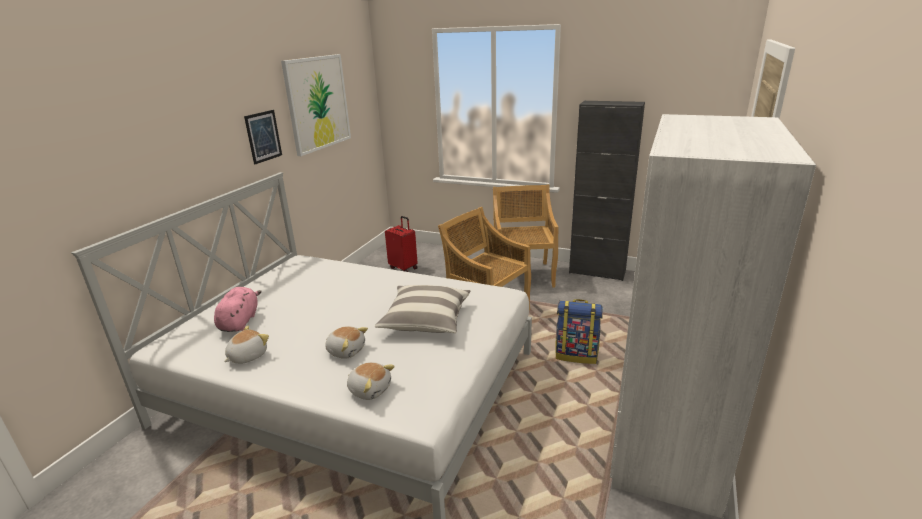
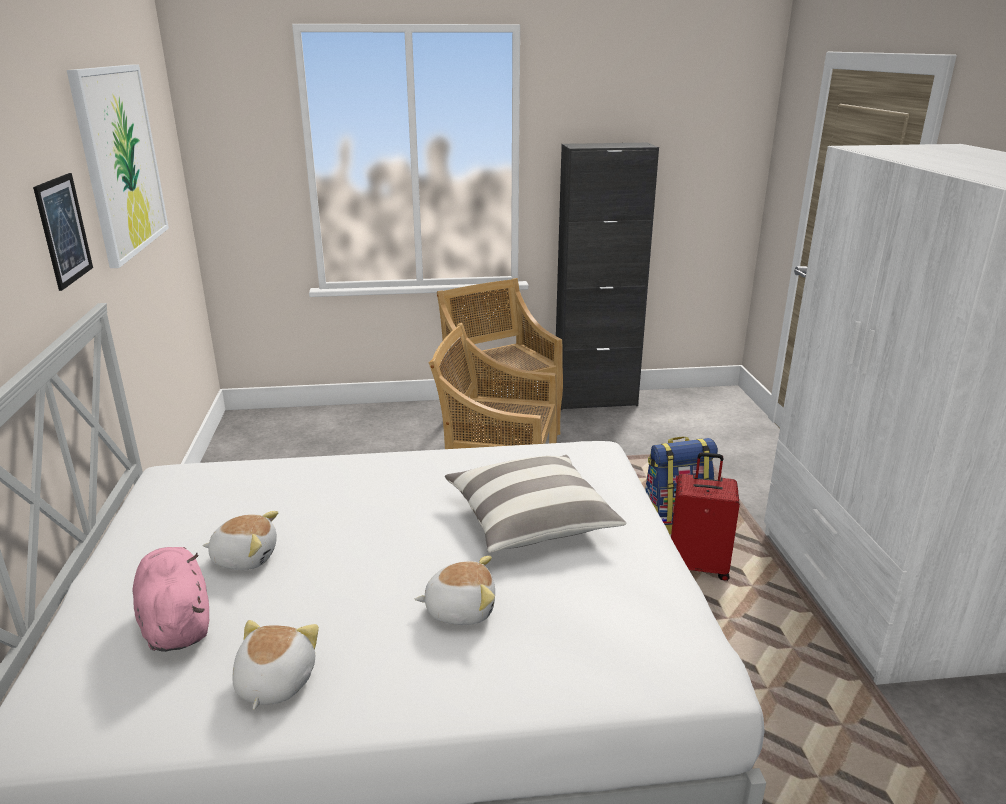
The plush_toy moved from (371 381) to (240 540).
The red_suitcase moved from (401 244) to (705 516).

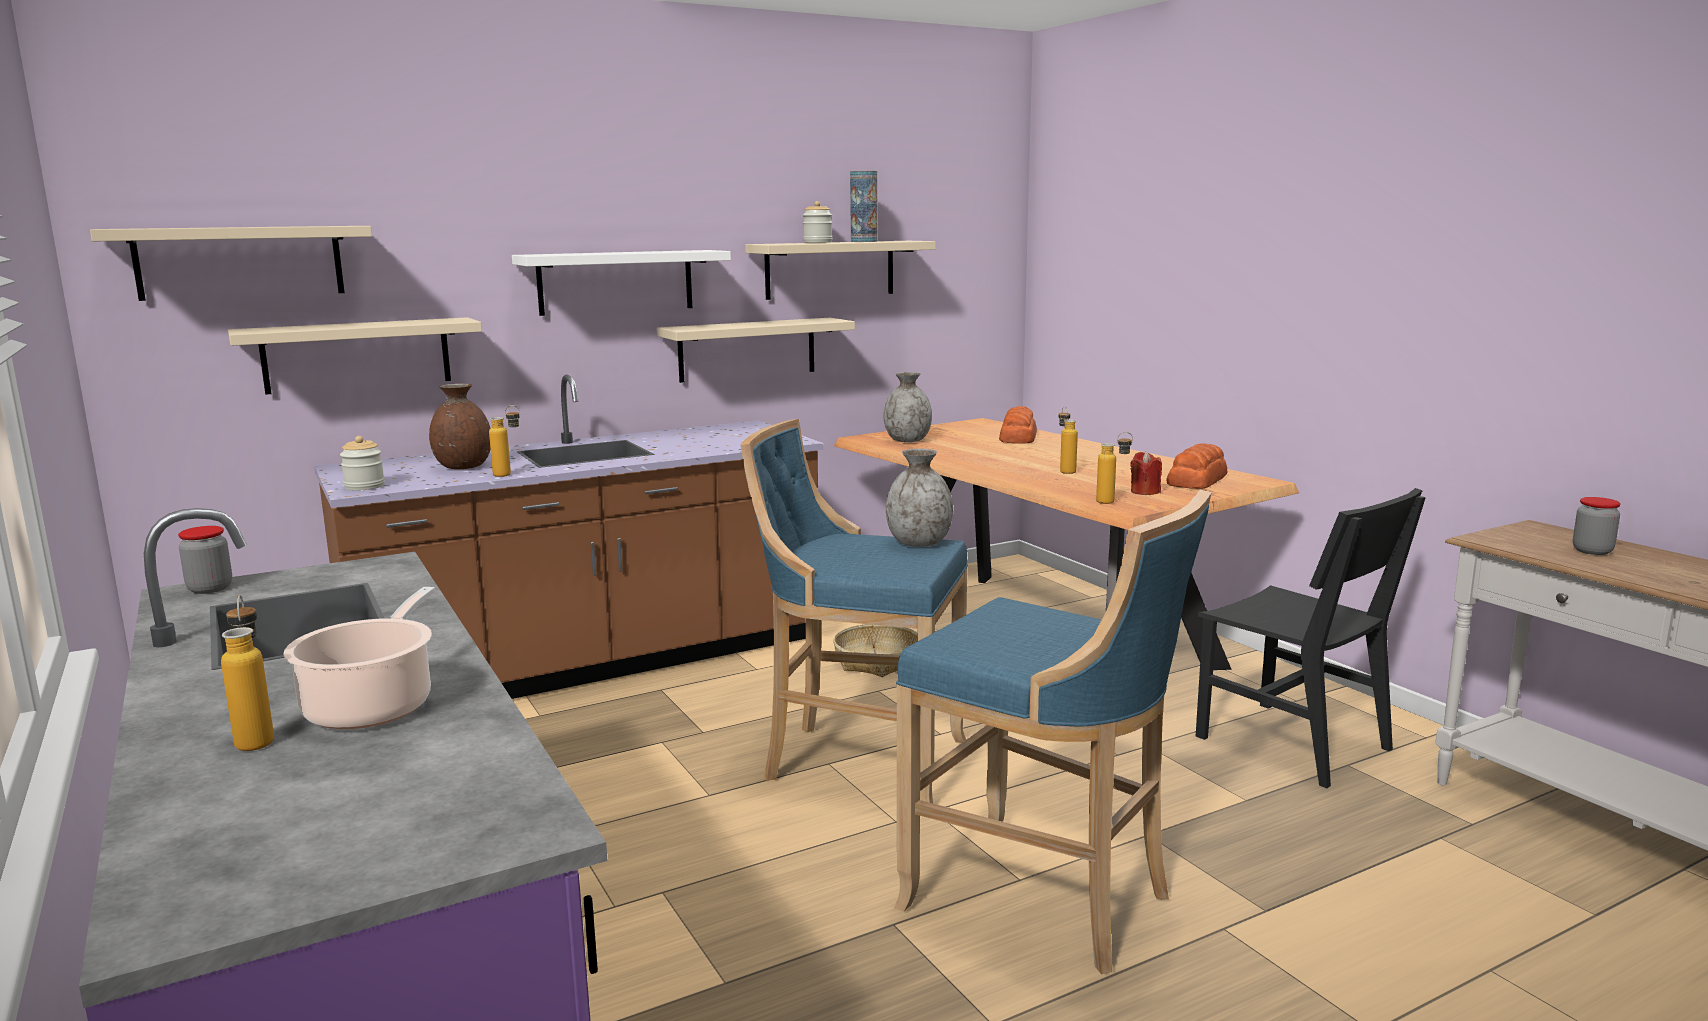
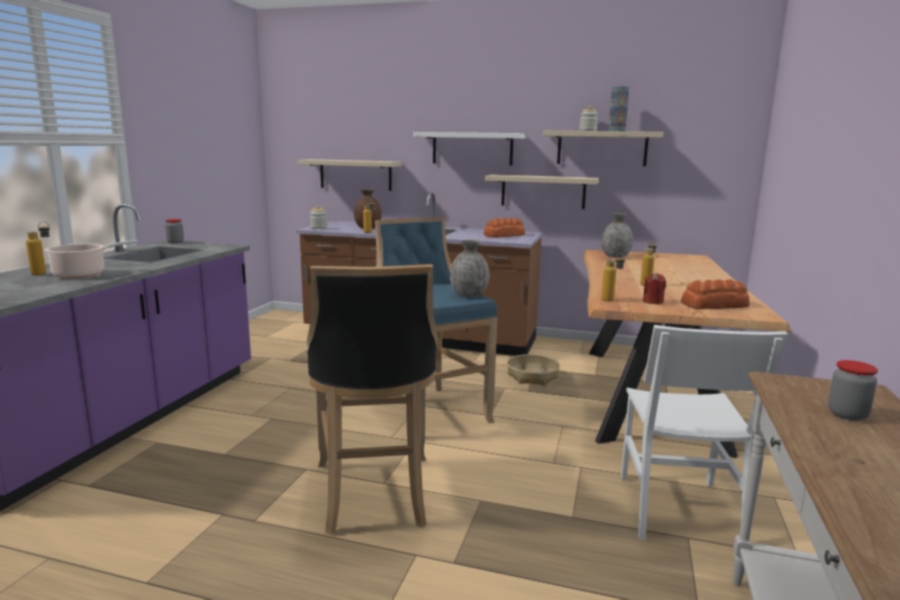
The blue_stool at (1053 732) became the black_stool at (372 399).
The bread moved from (1018 425) to (504 228).
The black_chair at (1311 638) became the white_chair at (704 432).
The beige_shelf at (231 263) disappeared.

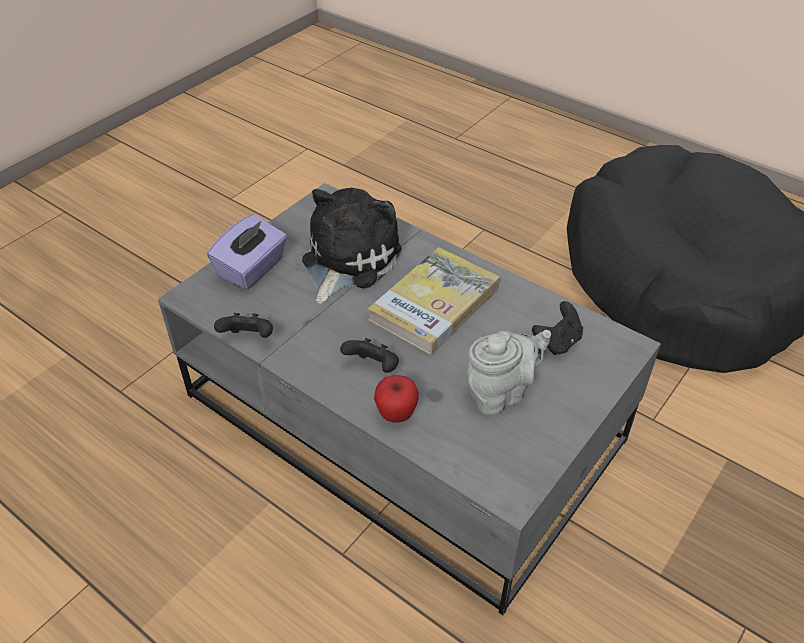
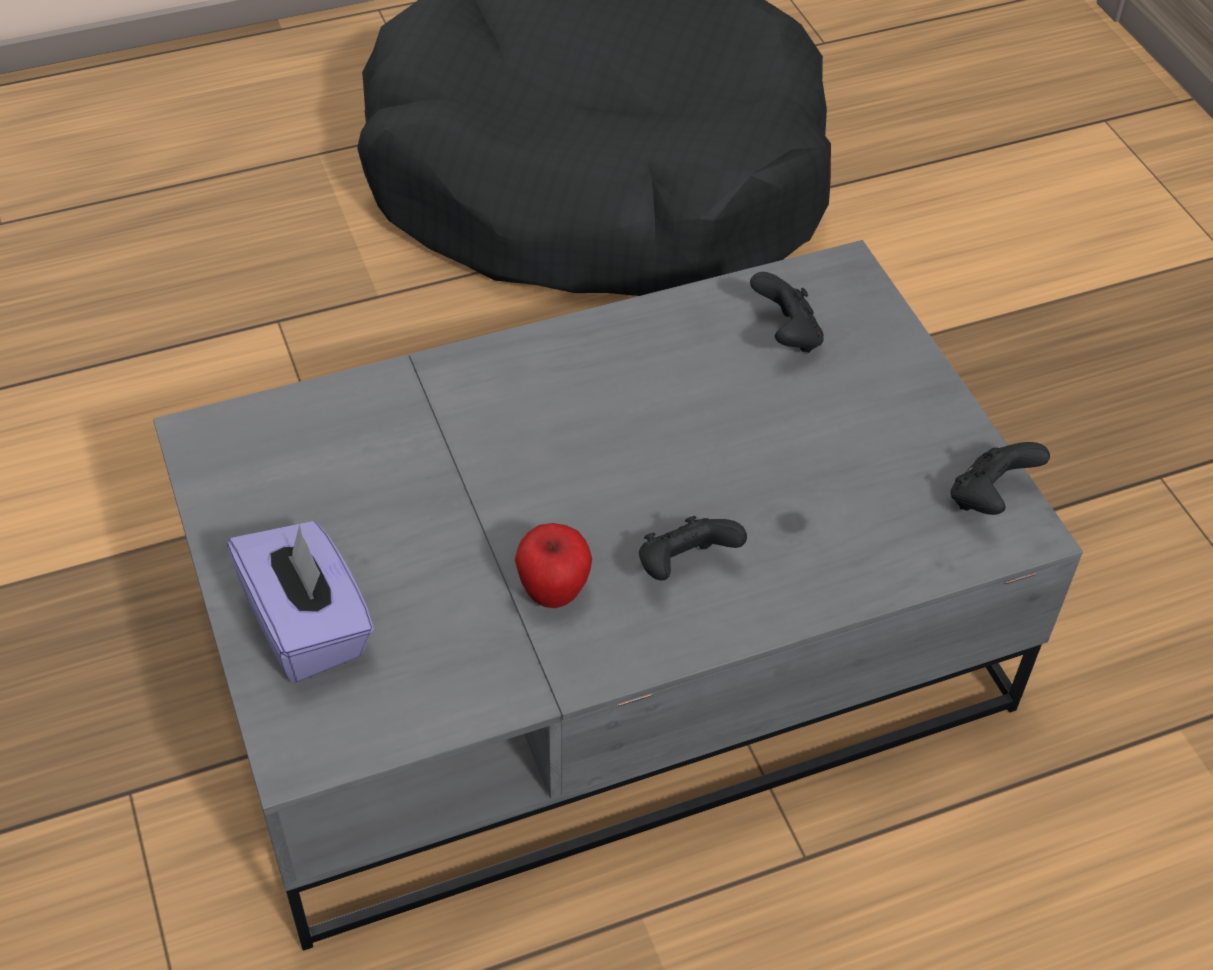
The apple moved from (396 399) to (553 565).
The black_game_controller moved from (243 325) to (1000 478).
The plush_toy at (352 246) disappeared.
The book at (434 301) disappeared.
The grey_teapot at (508 372) disappeared.

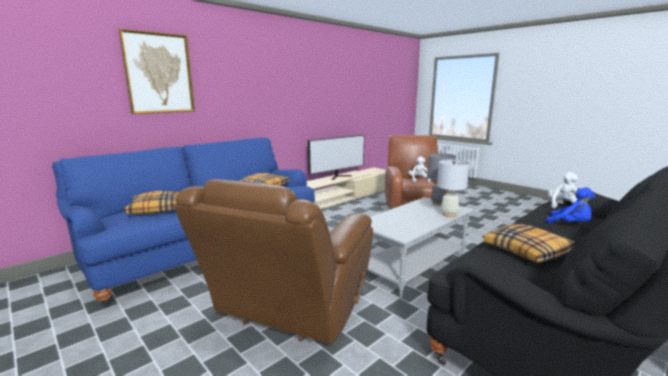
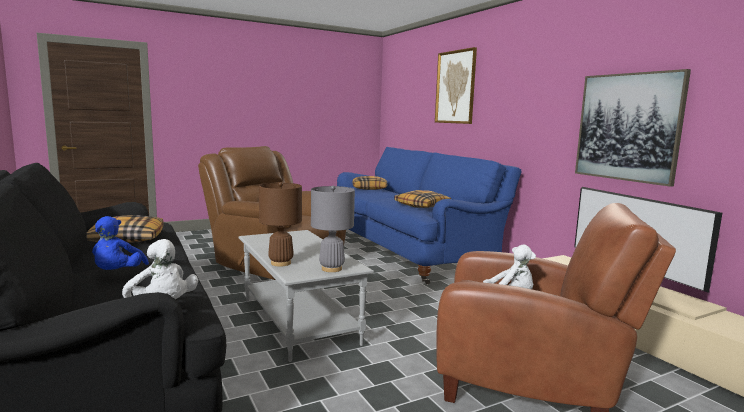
The blue_plush_toy at (571 205) turned 60 degrees counterclockwise.
The white_table_lamp at (453 188) became the brown_table_lamp at (280 224).
The picture at (633 128) appeared.

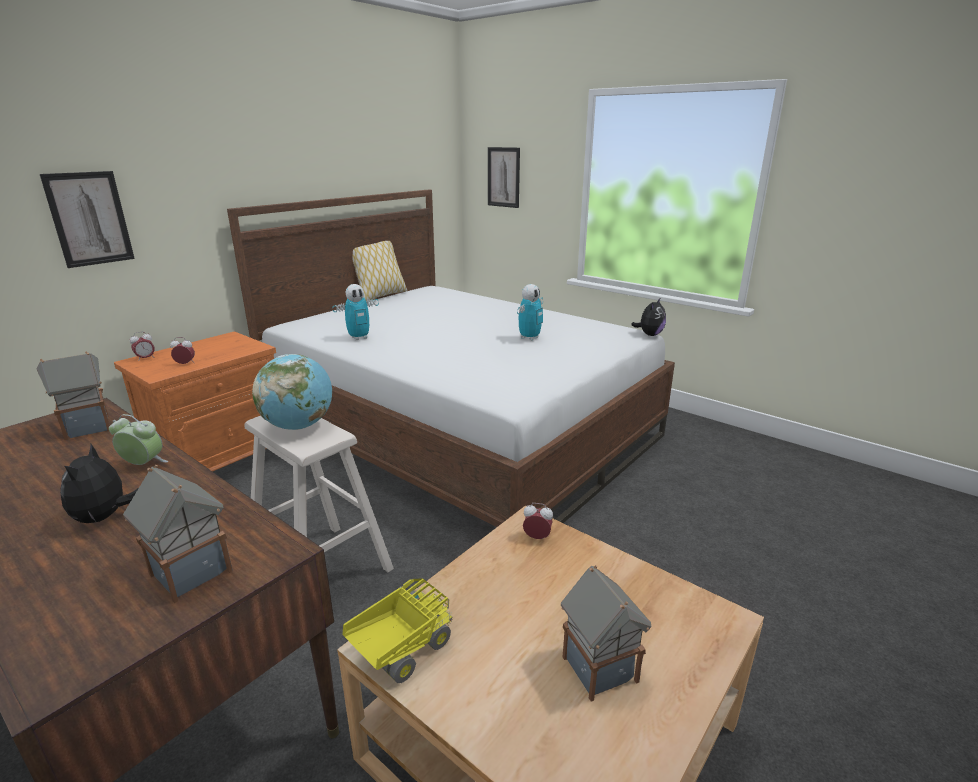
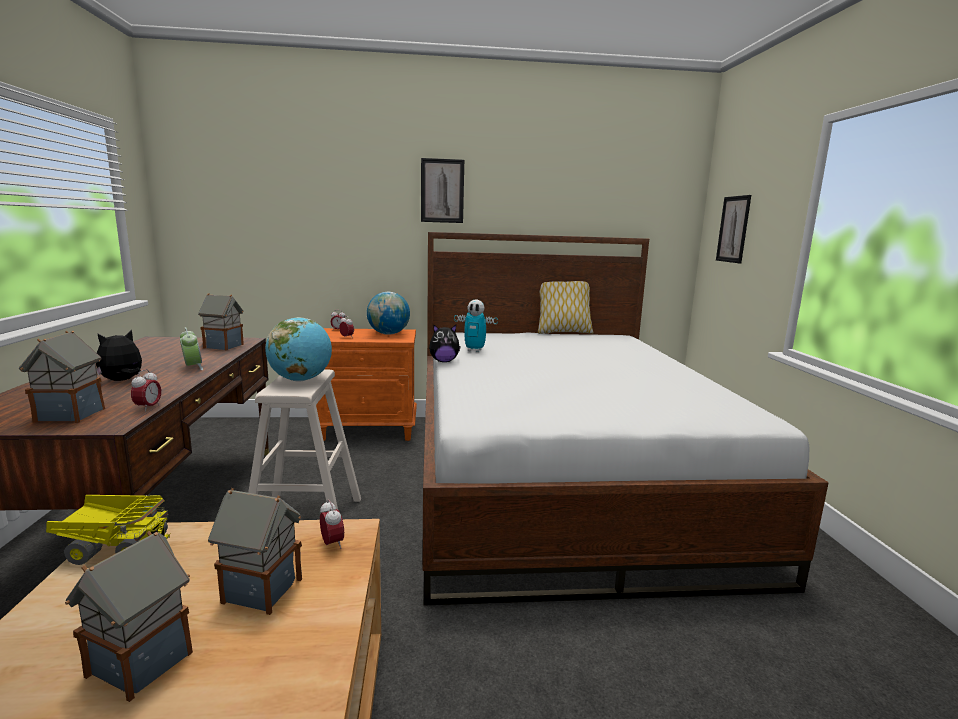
The alarm_clock at (146 390) appeared.
The toy_house at (255 551) appeared.
The globe at (388 313) appeared.
The picture moved from (87 219) to (442 190).
The plush_toy moved from (648 317) to (445 343).
The toy_robot at (530 312) disappeared.

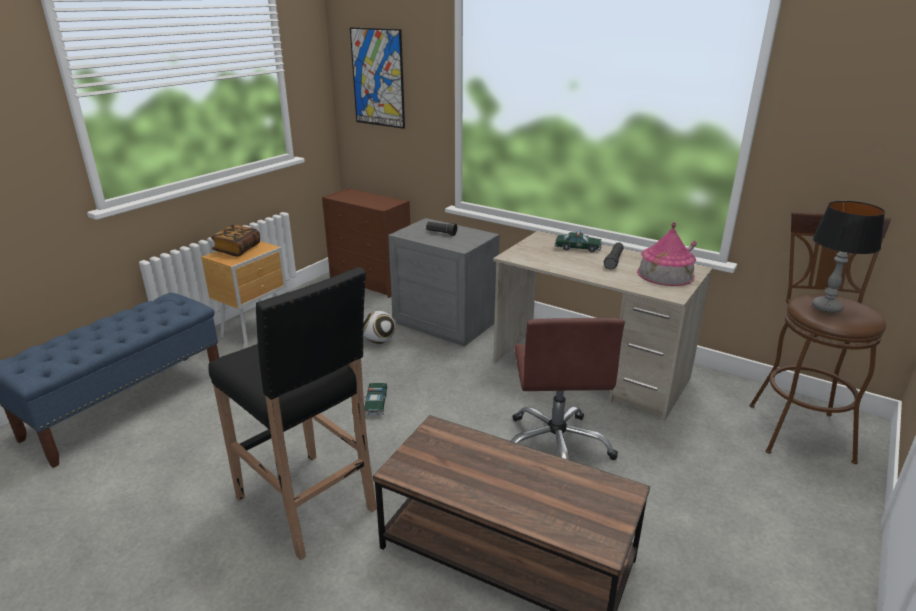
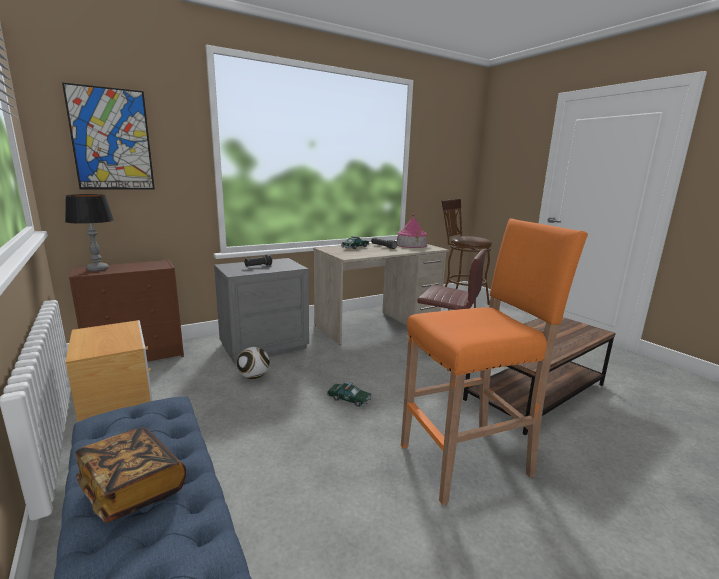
The table_lamp moved from (848 257) to (89 232).
The book moved from (235 240) to (130 475).
The black_stool at (292 413) became the orange_stool at (494 362).

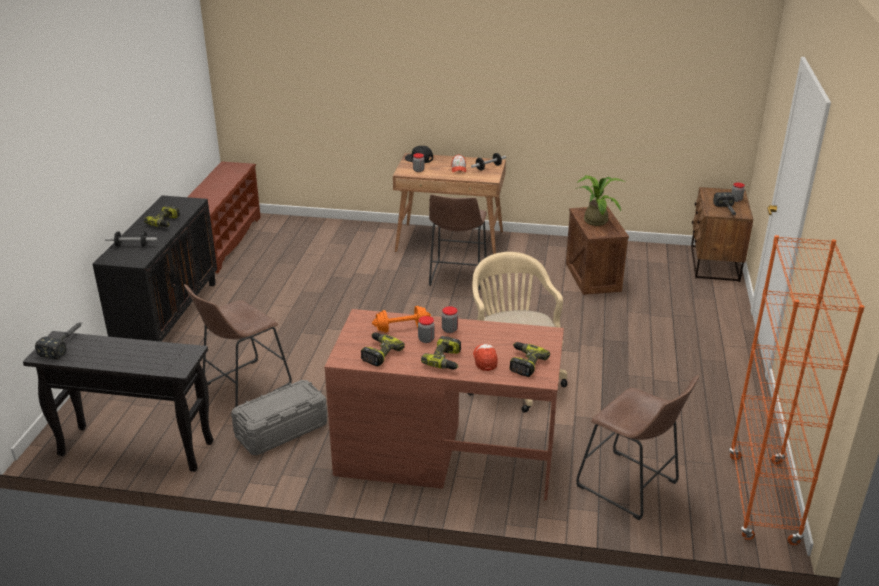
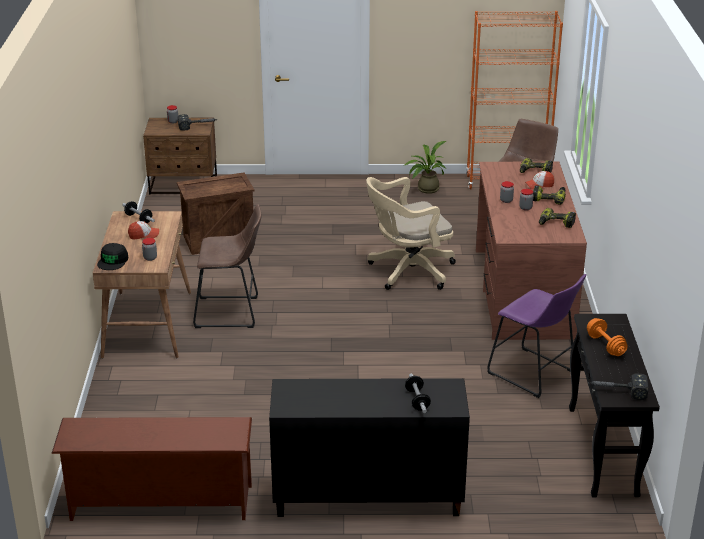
The potted_plant moved from (600 200) to (425 167).
The grey_storage_box at (279 417) was replaced by the purple_stool at (536 336).
The orange_dumbbell moved from (401 319) to (607 337).
The power_drill at (162 216) disappeared.
The brown_stool at (238 345) disappeared.

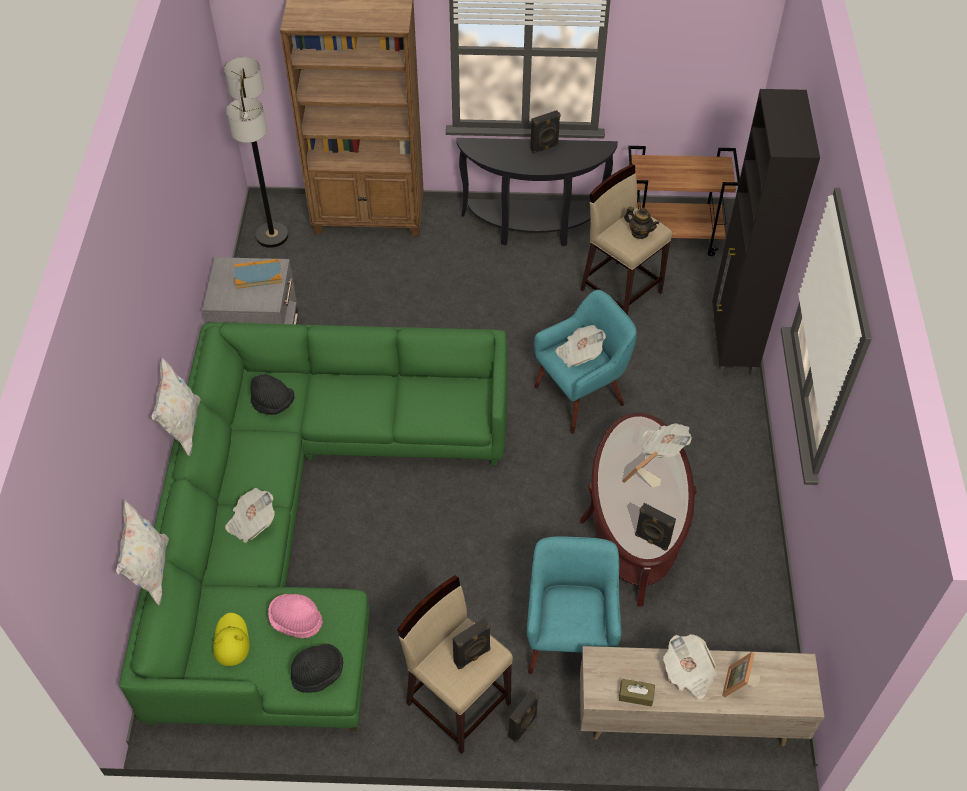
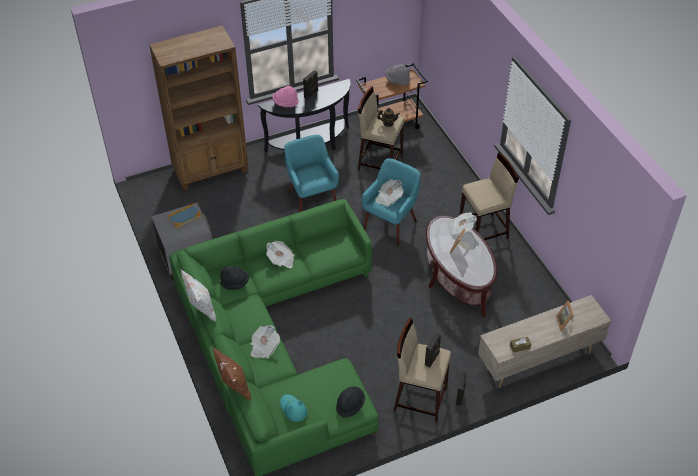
The white_pillow at (142 552) became the brown_pillow at (231 374).
The newspaper moved from (690 667) to (280 254).
The pink_hat moved from (295 616) to (285 96).
The yellow_hat at (231 639) became the turquoise_hat at (293 408).
The turquoise_armchair moved from (574 605) to (311 173).
The grey_hat at (397 74) appeared.
The beige_stool at (489 196) appeared.
The floor_lamp at (256 152) disappeared.
The black_speaker at (655 527) disappeared.
The black_cabinet at (766 233) disappeared.

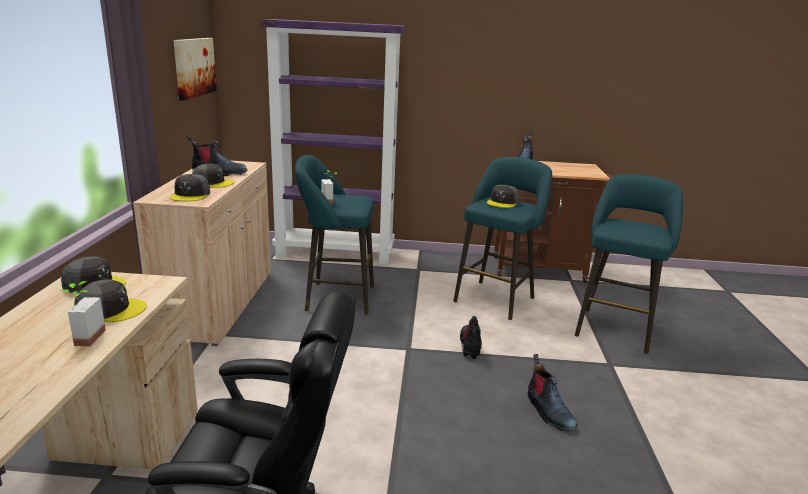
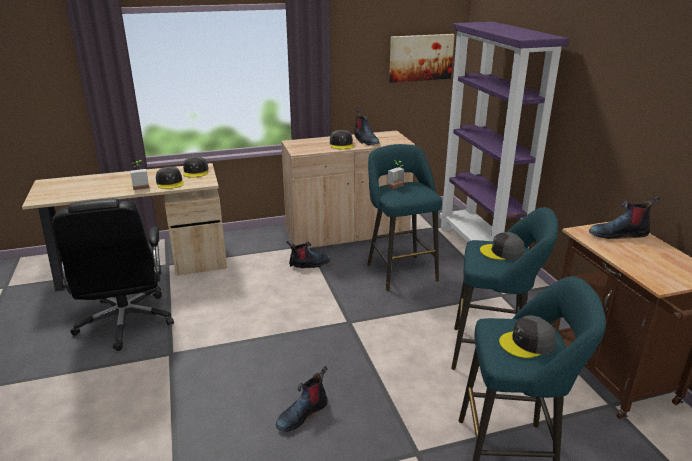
The boot moved from (471 337) to (308 254).
The grey_cap moved from (190 187) to (527 336).

